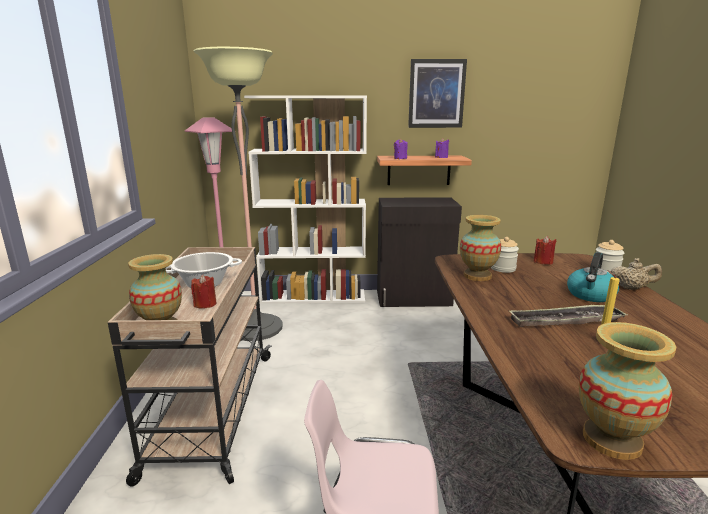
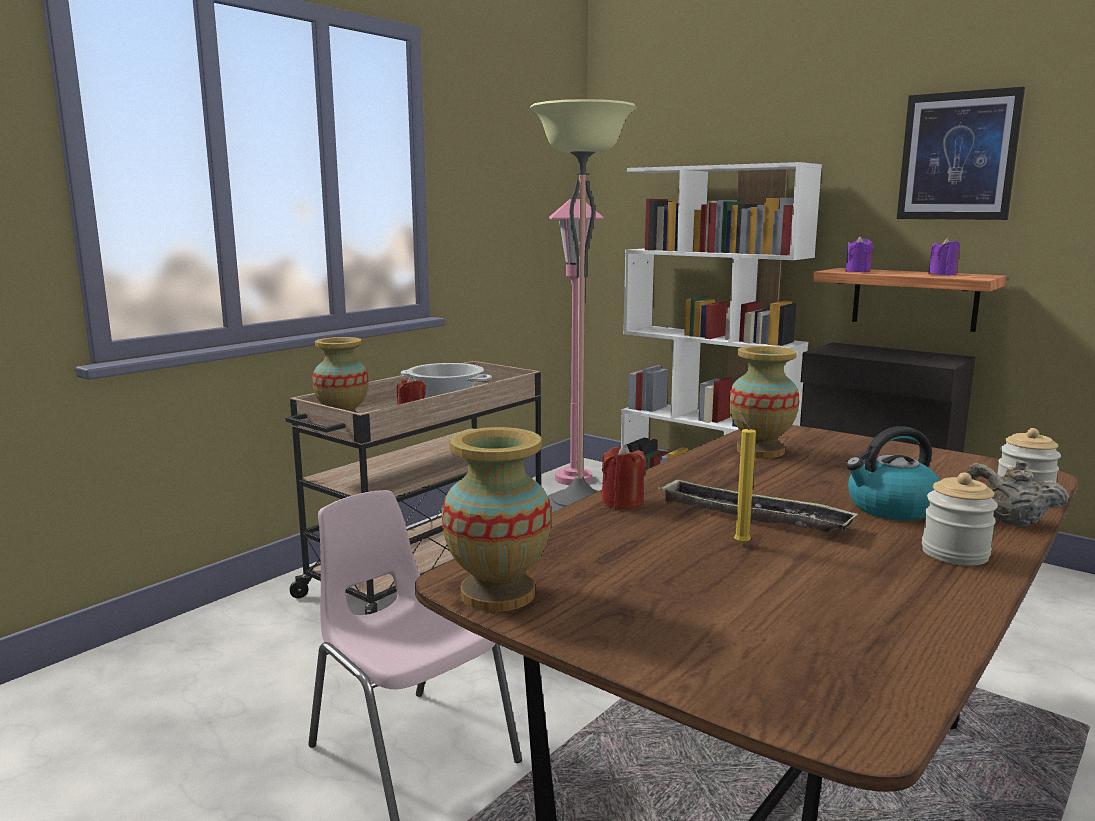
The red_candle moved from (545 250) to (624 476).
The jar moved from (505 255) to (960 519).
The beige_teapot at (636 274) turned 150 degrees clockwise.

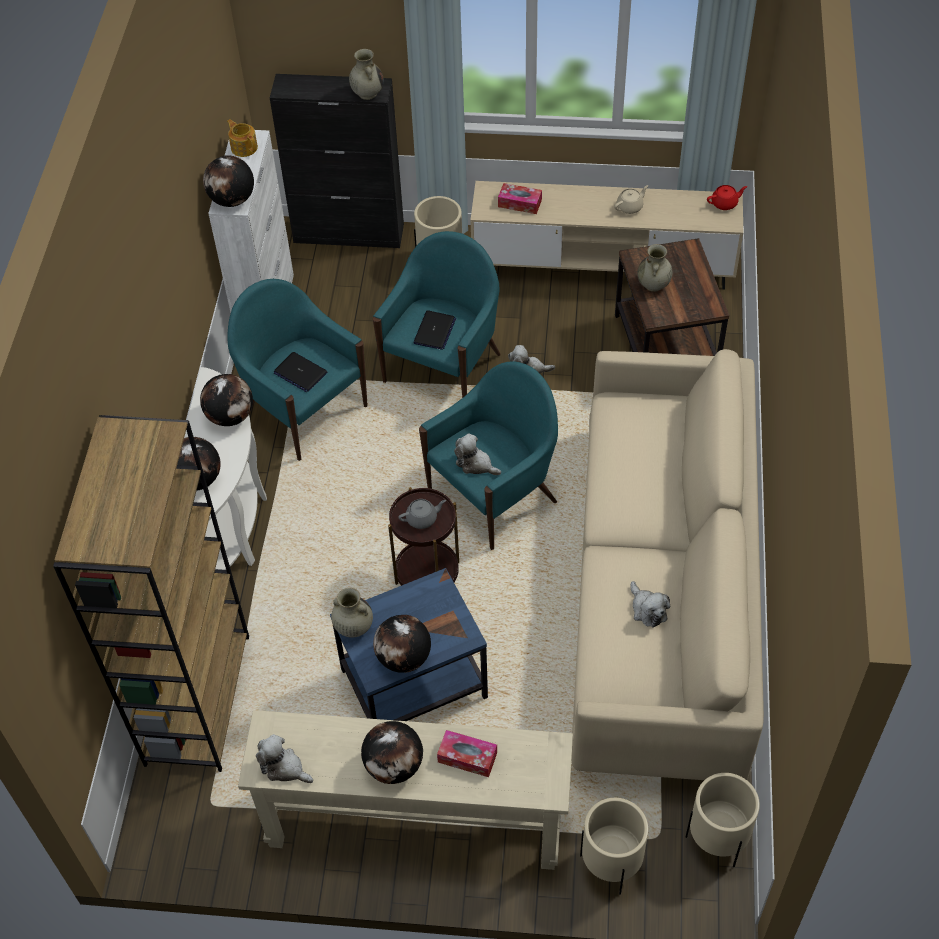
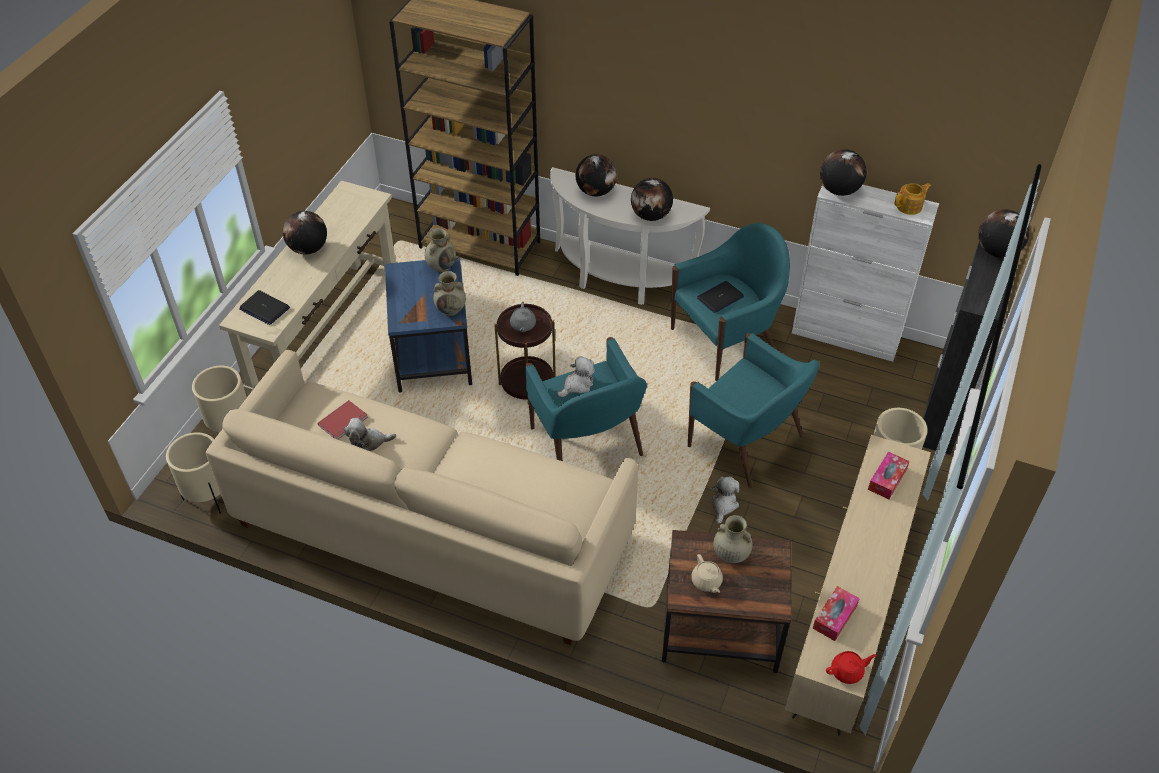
The laptop moved from (435 330) to (264 307).
The red_book at (342 420) appeared.
The beige_vase moved from (366 74) to (449 293).
The beige_teapot moved from (631 199) to (707 573).
The tissue_box moved from (467 753) to (836 613).
The red_teapot at (727 197) turned 105 degrees counterclockwise.
The globe moved from (402 644) to (1003 233).
The plush_toy at (284 758) disappeared.

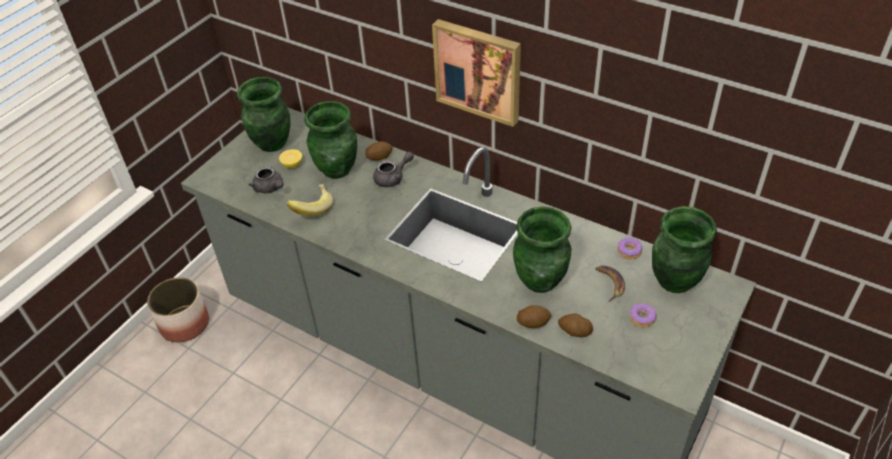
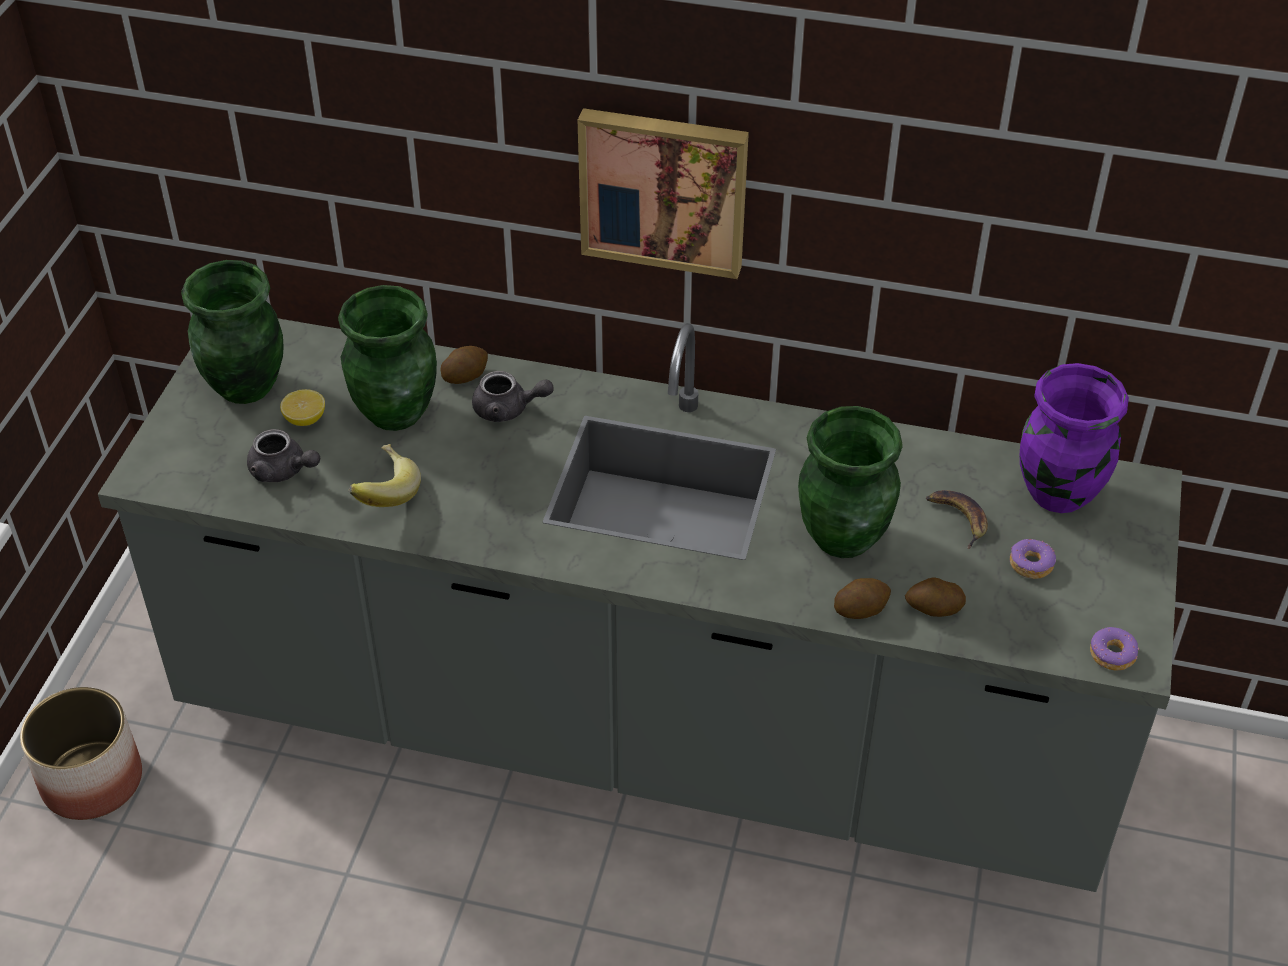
The grey_teapot at (393 169) turned 60 degrees clockwise.
The green_vase at (684 249) became the purple_vase at (1074 438).
The donut moved from (629 248) to (1115 648).

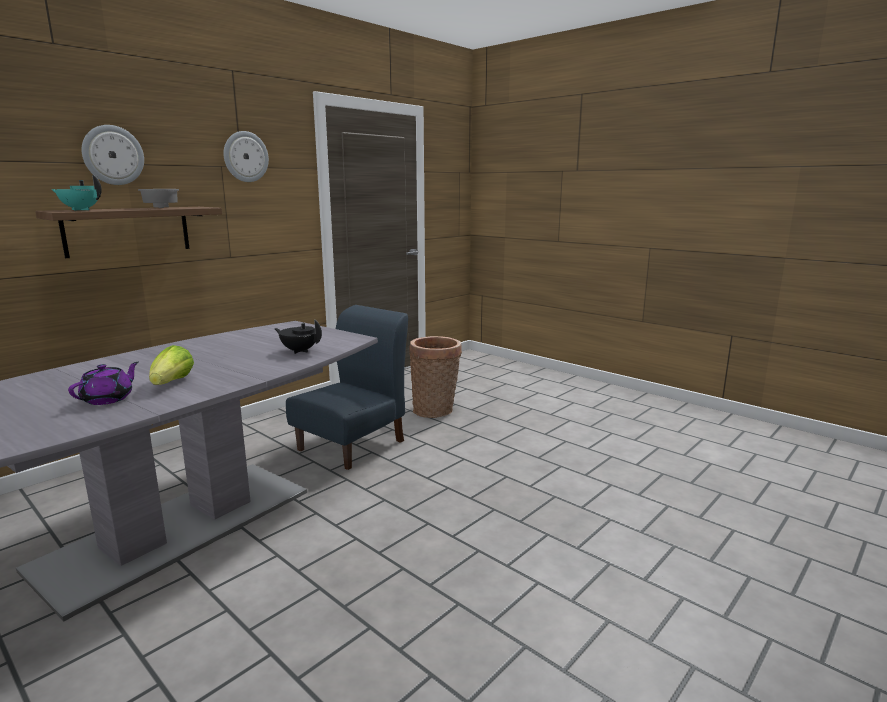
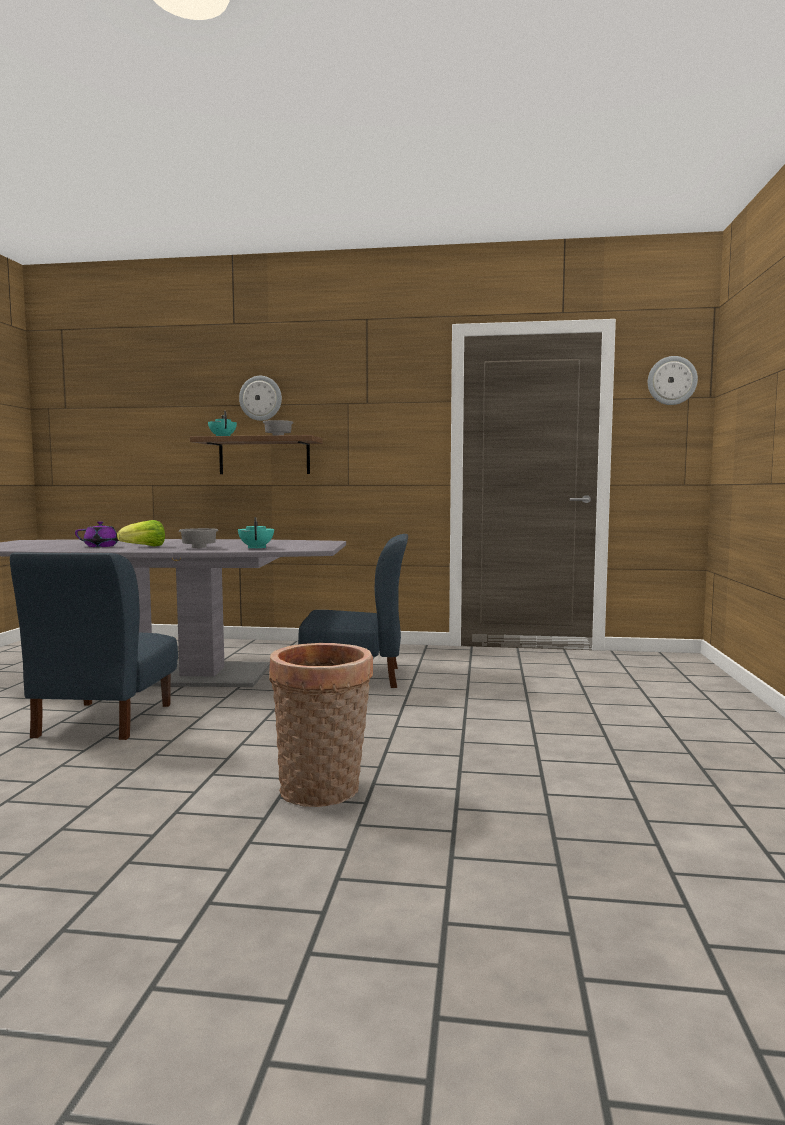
The blue_chair at (94 646) appeared.
The grey_bowl at (199 538) appeared.
The black_teapot at (298 337) became the turquoise_teapot at (256 533).
The basket moved from (435 377) to (321 725).
The wall_clock moved from (246 156) to (673 380).

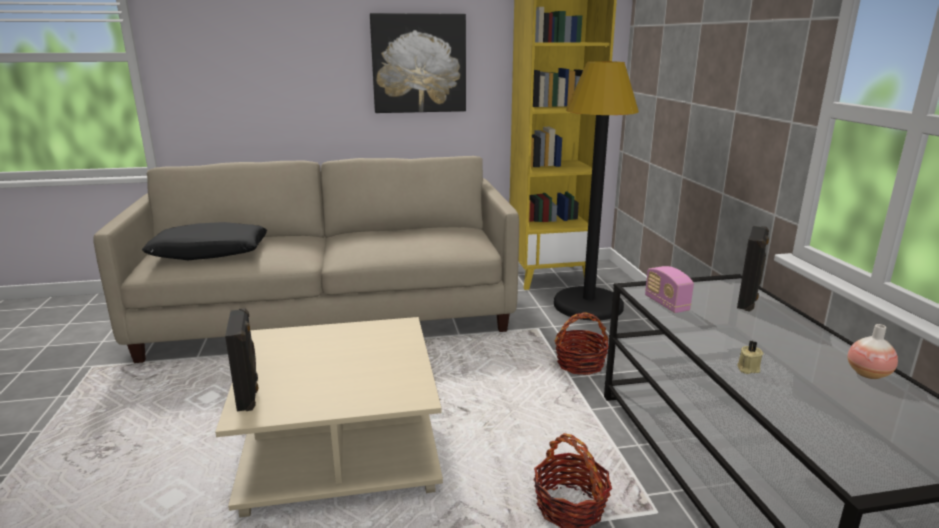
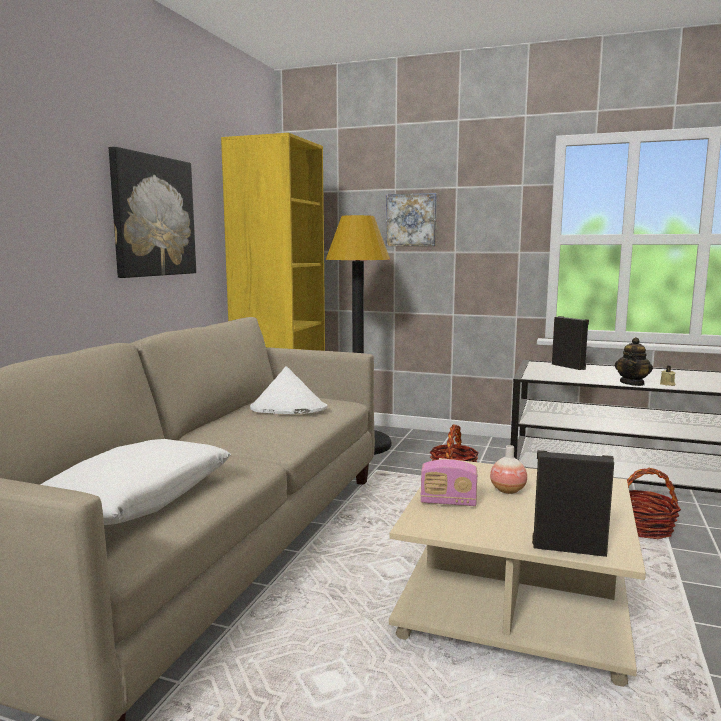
The black_pillow at (204 241) became the white_pillow at (135 482).
The white_hat at (288 390) appeared.
The picture at (411 219) appeared.
The radio moved from (669 289) to (448 482).
The vase moved from (873 351) to (508 469).
The teapot at (634 361) appeared.

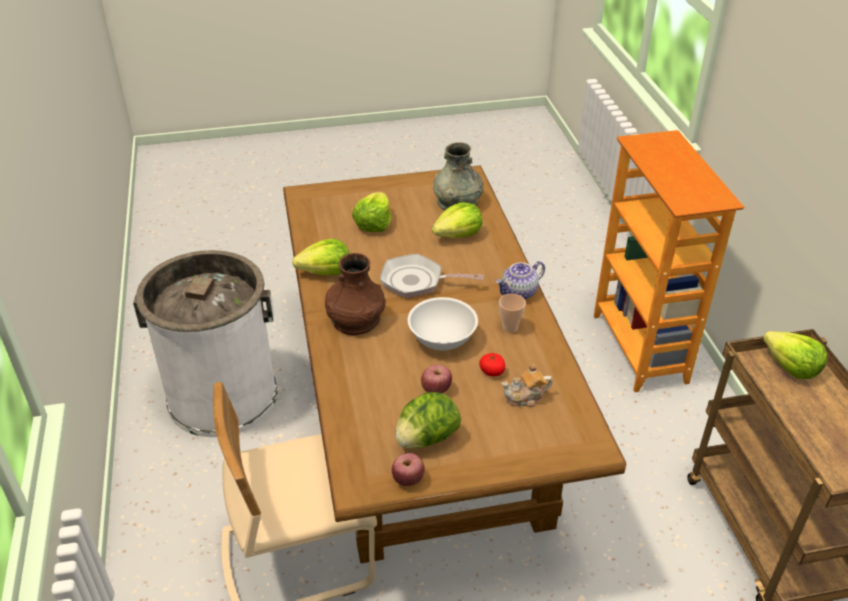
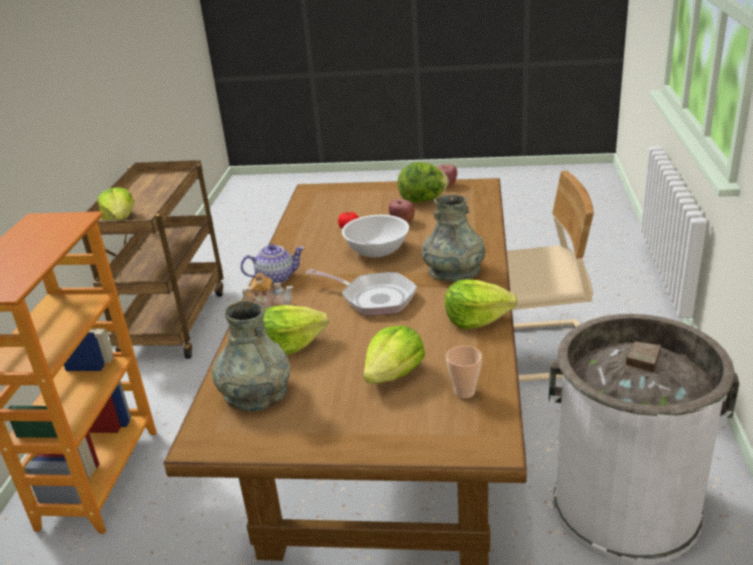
The teapot moved from (527 385) to (267 291).
The brown_vase at (355 294) became the grey_vase at (453 237).
The cup moved from (512 313) to (464 372).

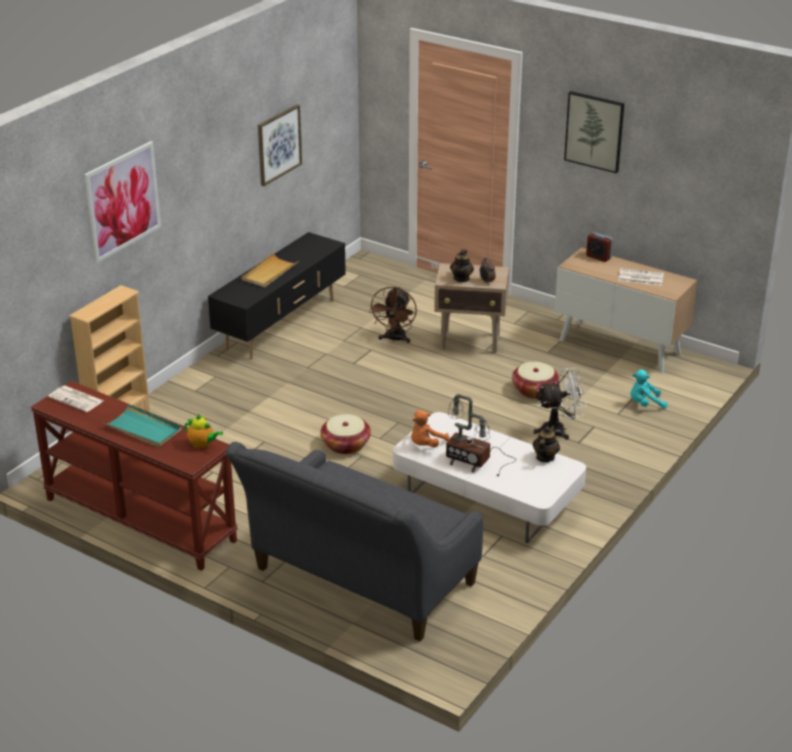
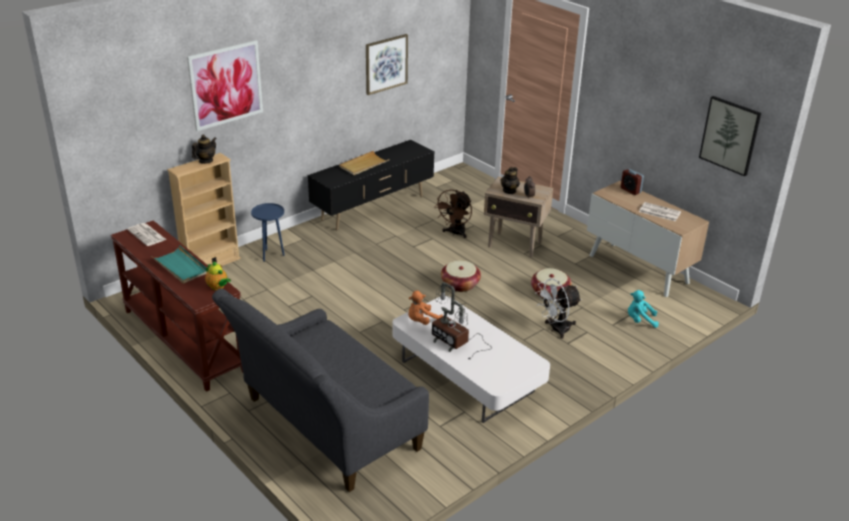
The teapot moved from (546 443) to (204 149).
The blue_side_table at (268 232) appeared.
The basket moved from (346 434) to (461 276).
The white_fan at (560 404) turned 150 degrees clockwise.
The picture moved from (594 132) to (730 136).

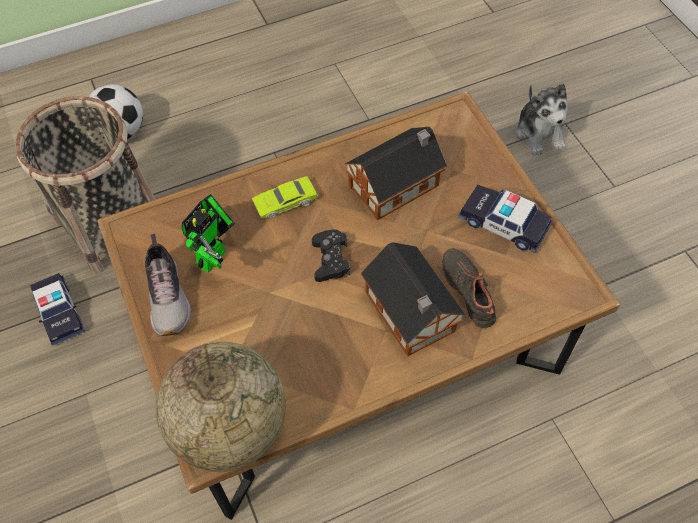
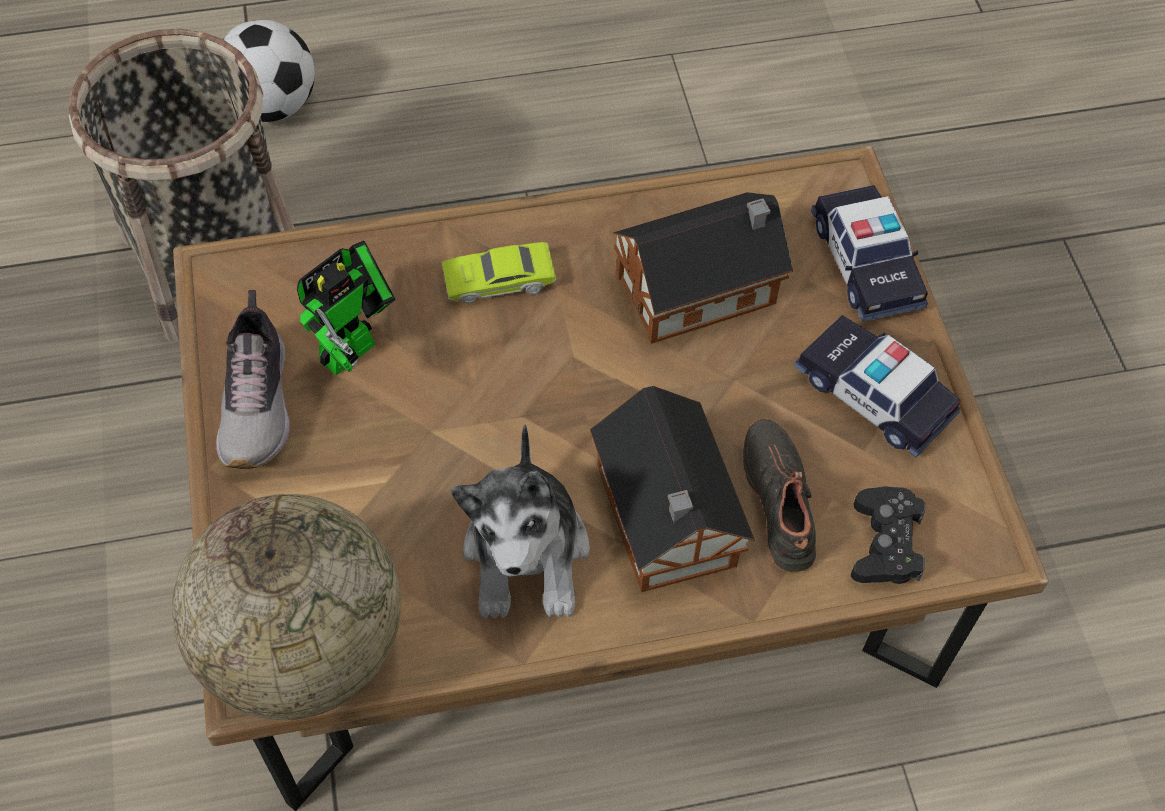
The plush_toy moved from (542 119) to (520 521).
The toy_car moved from (57 309) to (869 253).
The black_game_controller moved from (331 255) to (888 535).

